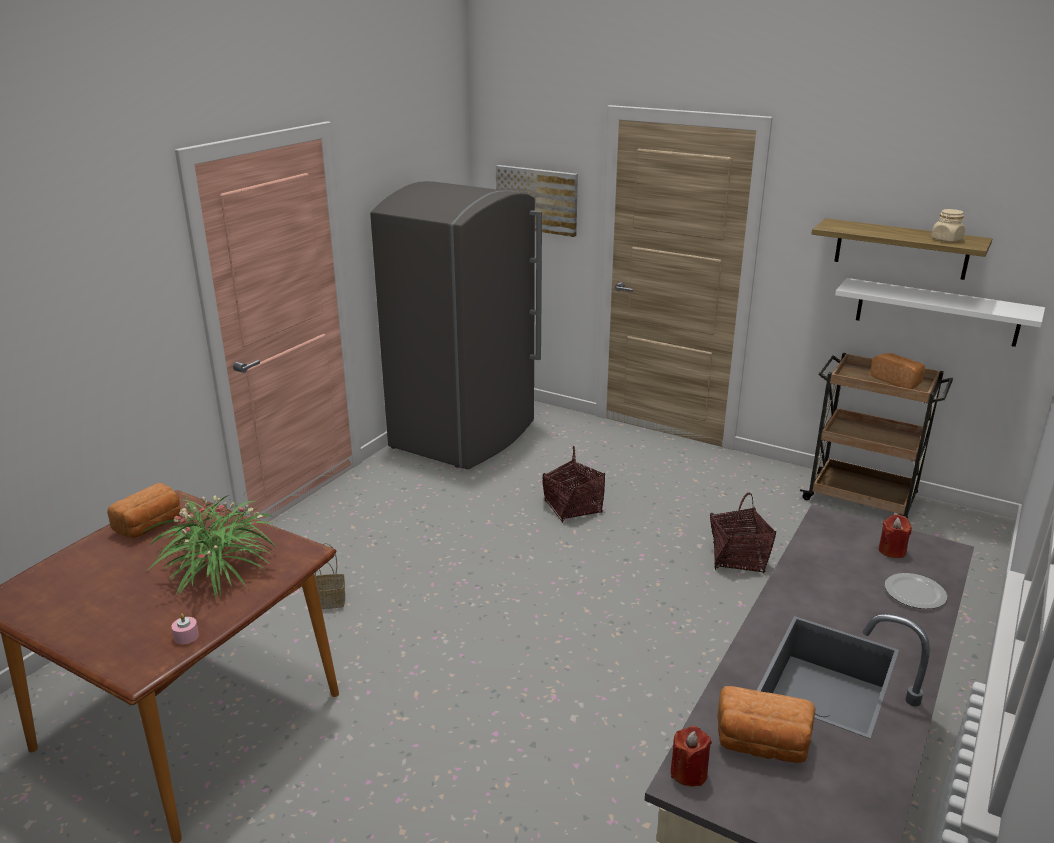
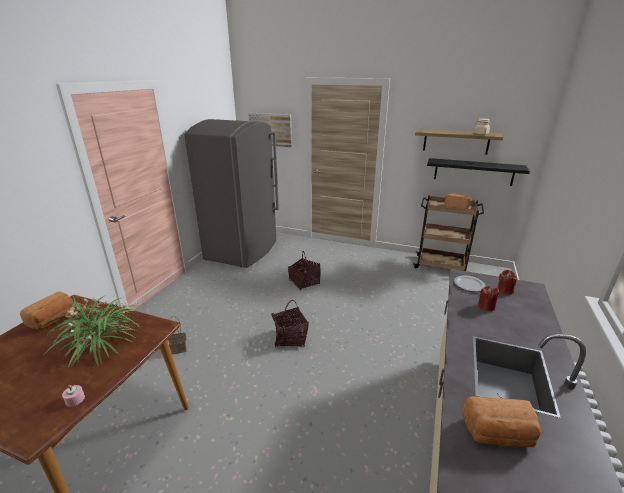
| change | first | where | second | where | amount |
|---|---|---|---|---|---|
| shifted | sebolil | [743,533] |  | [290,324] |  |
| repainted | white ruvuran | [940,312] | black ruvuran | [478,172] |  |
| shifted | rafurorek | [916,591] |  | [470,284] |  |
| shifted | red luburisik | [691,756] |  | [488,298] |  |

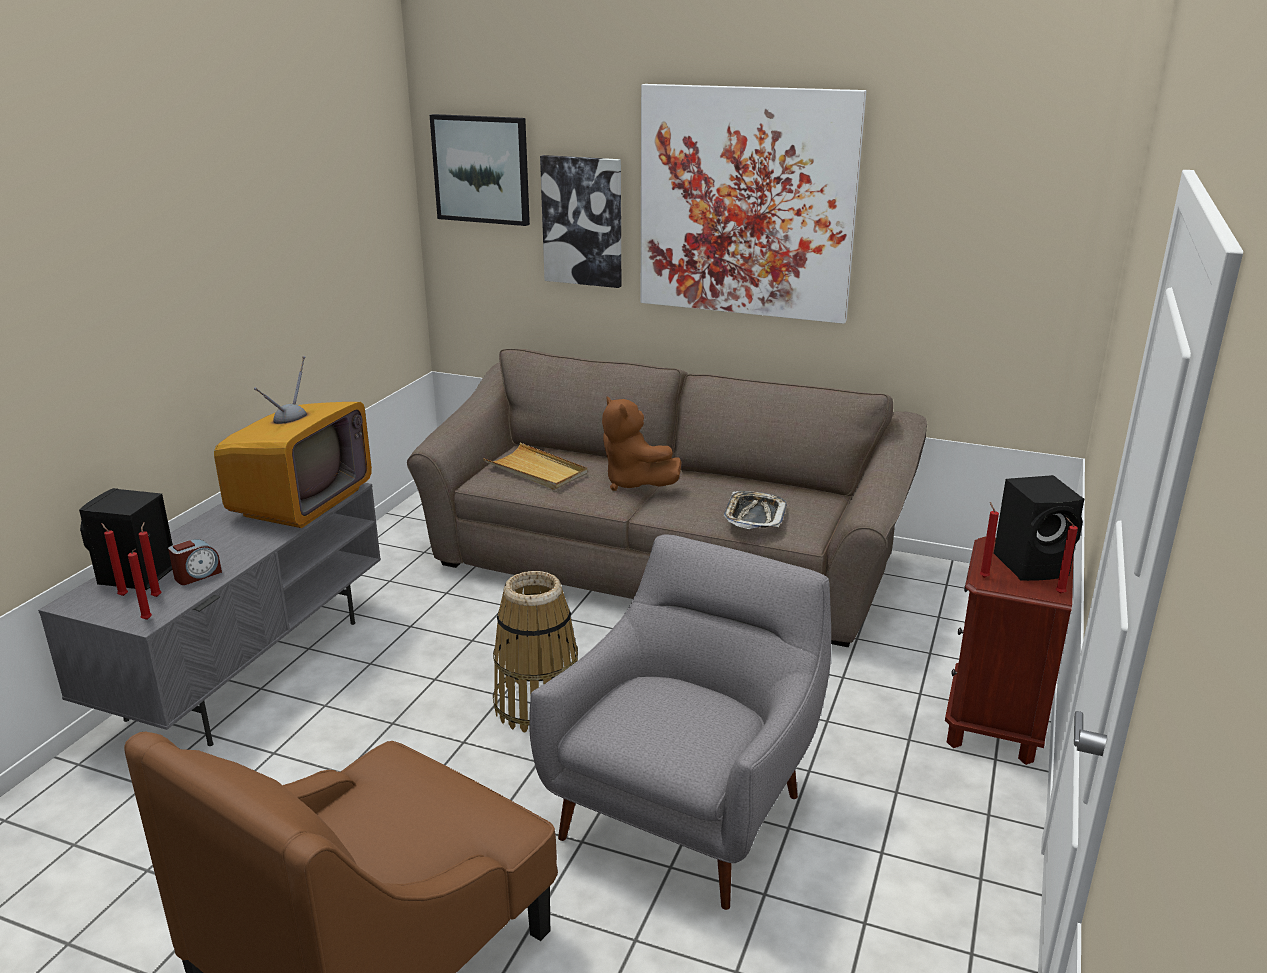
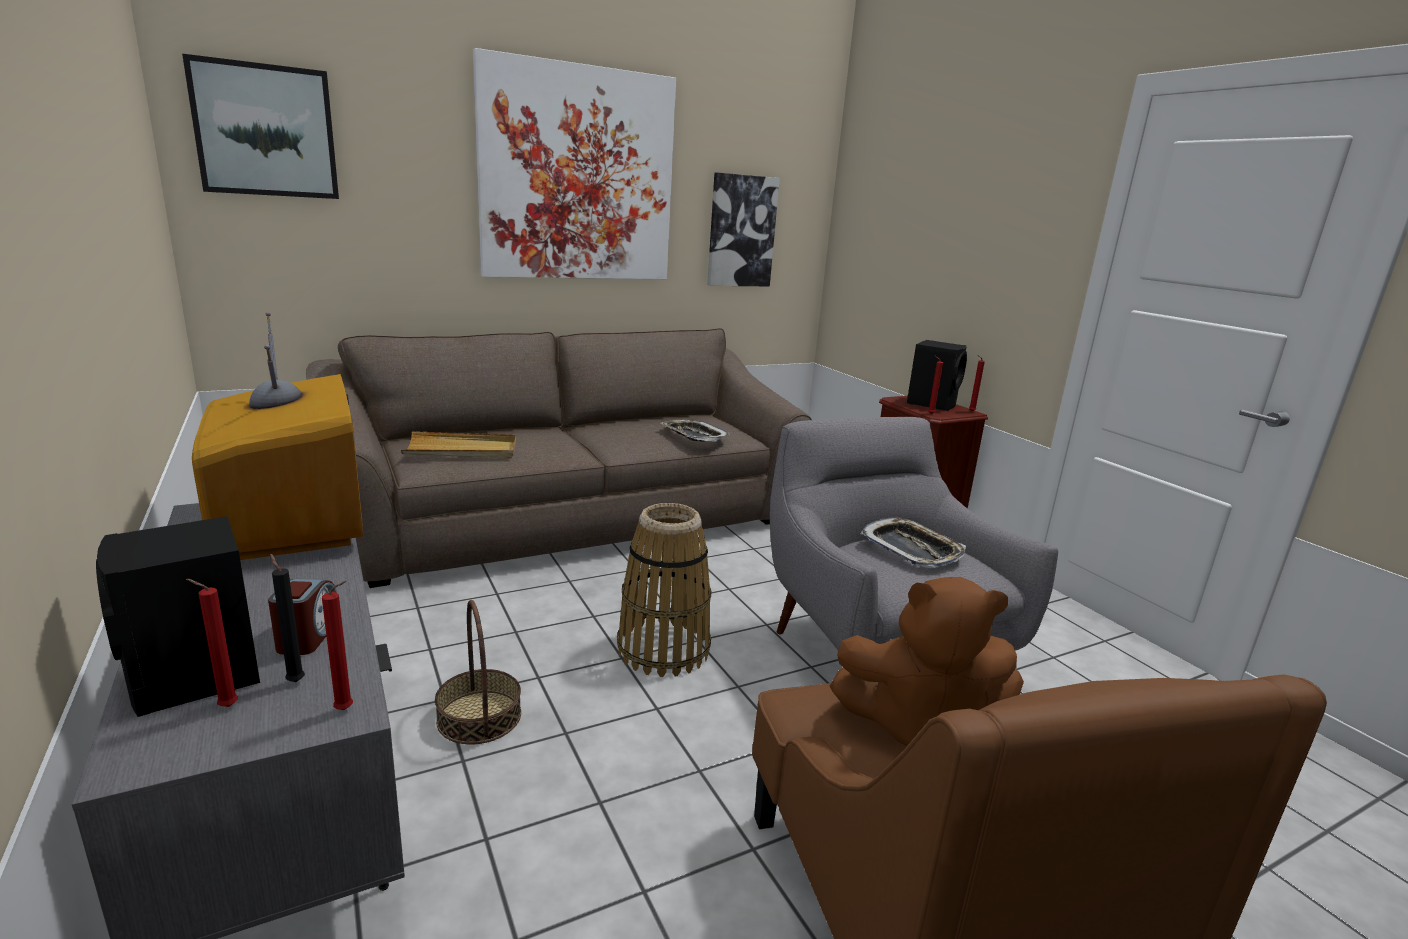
| change | first | where | second | where | amount |
|---|---|---|---|---|---|
| repainted | red luburisik | [150,559] | black luburisik | [287,618] |  |
| new |  |  | sebolil | [478,672] |  |
| shifted | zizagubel | [580,221] |  | [743,229] |  |
| shifted | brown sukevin | [642,443] |  | [927,661] |  |
| new |  |  | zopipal | [913,542] |  |

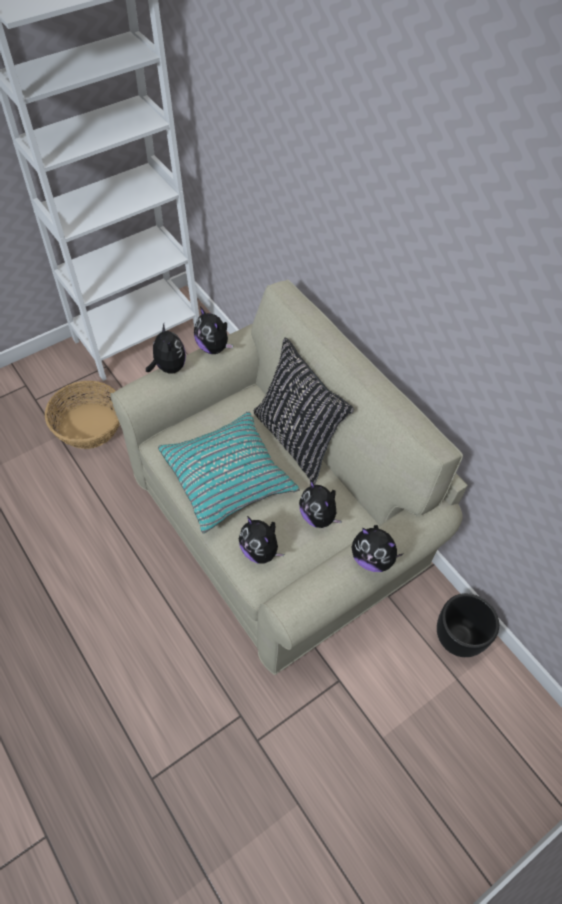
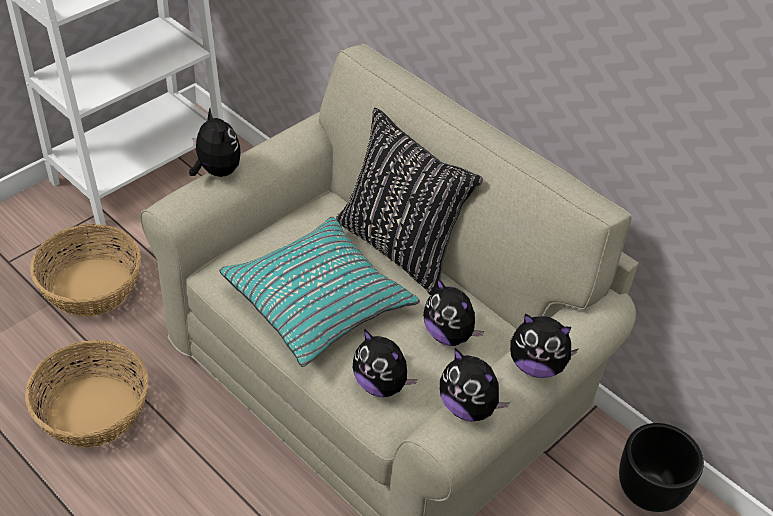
| change | first | where | second | where | amount |
|---|---|---|---|---|---|
| new |  |  | sebolil | [87,394] |  |
| shifted | sukevin | [213,330] |  | [475,385] |  |

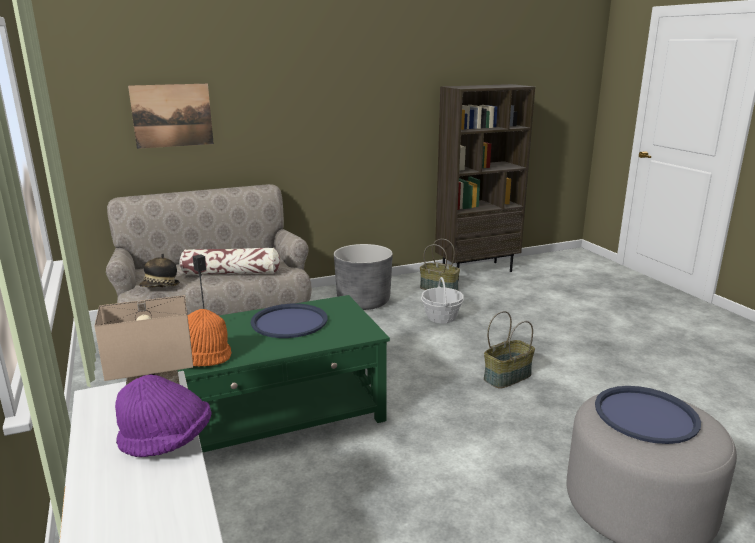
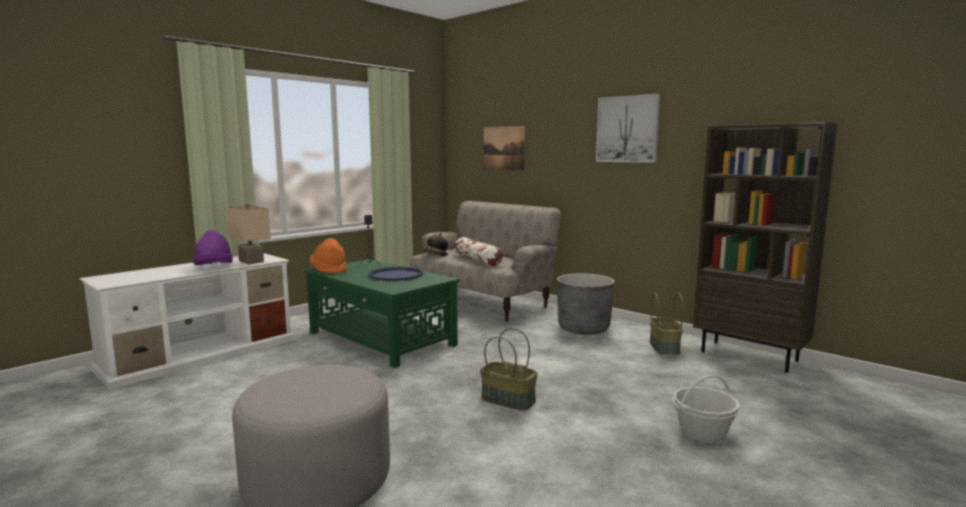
| change | first | where | second | where | amount |
|---|---|---|---|---|---|
| new |  |  | zizagubel | [628,128] |  |
| shifted | sebolil | [442,300] |  | [706,409] |  |
| gone | blue zopipal | [648,415] |  |  |  |

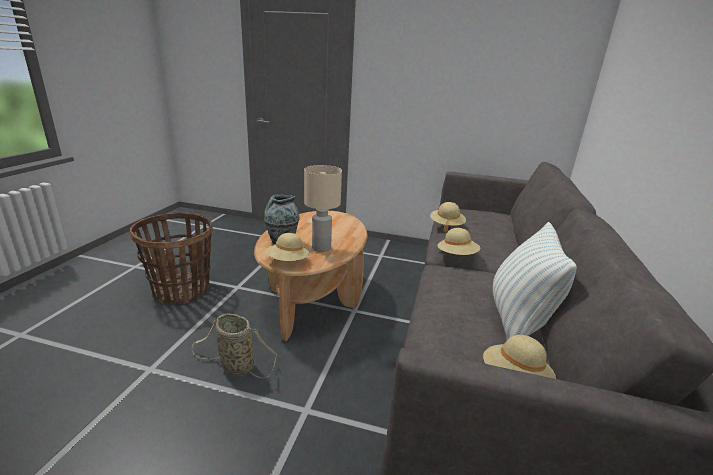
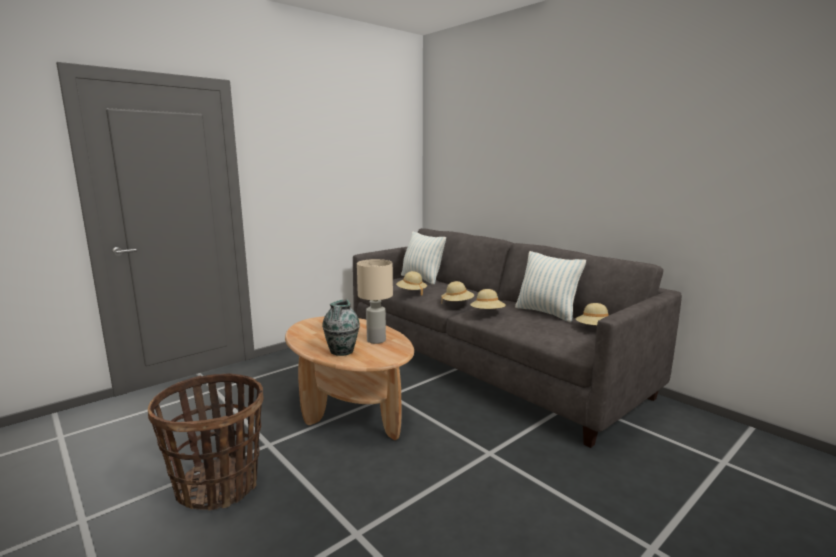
| change | first | where | second | where | amount |
|---|---|---|---|---|---|
| new |  |  | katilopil | [423,258] |  |
| shifted | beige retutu | [288,247] |  | [488,299] |  |
| gone | sebolil | [234,345] |  |  |  |

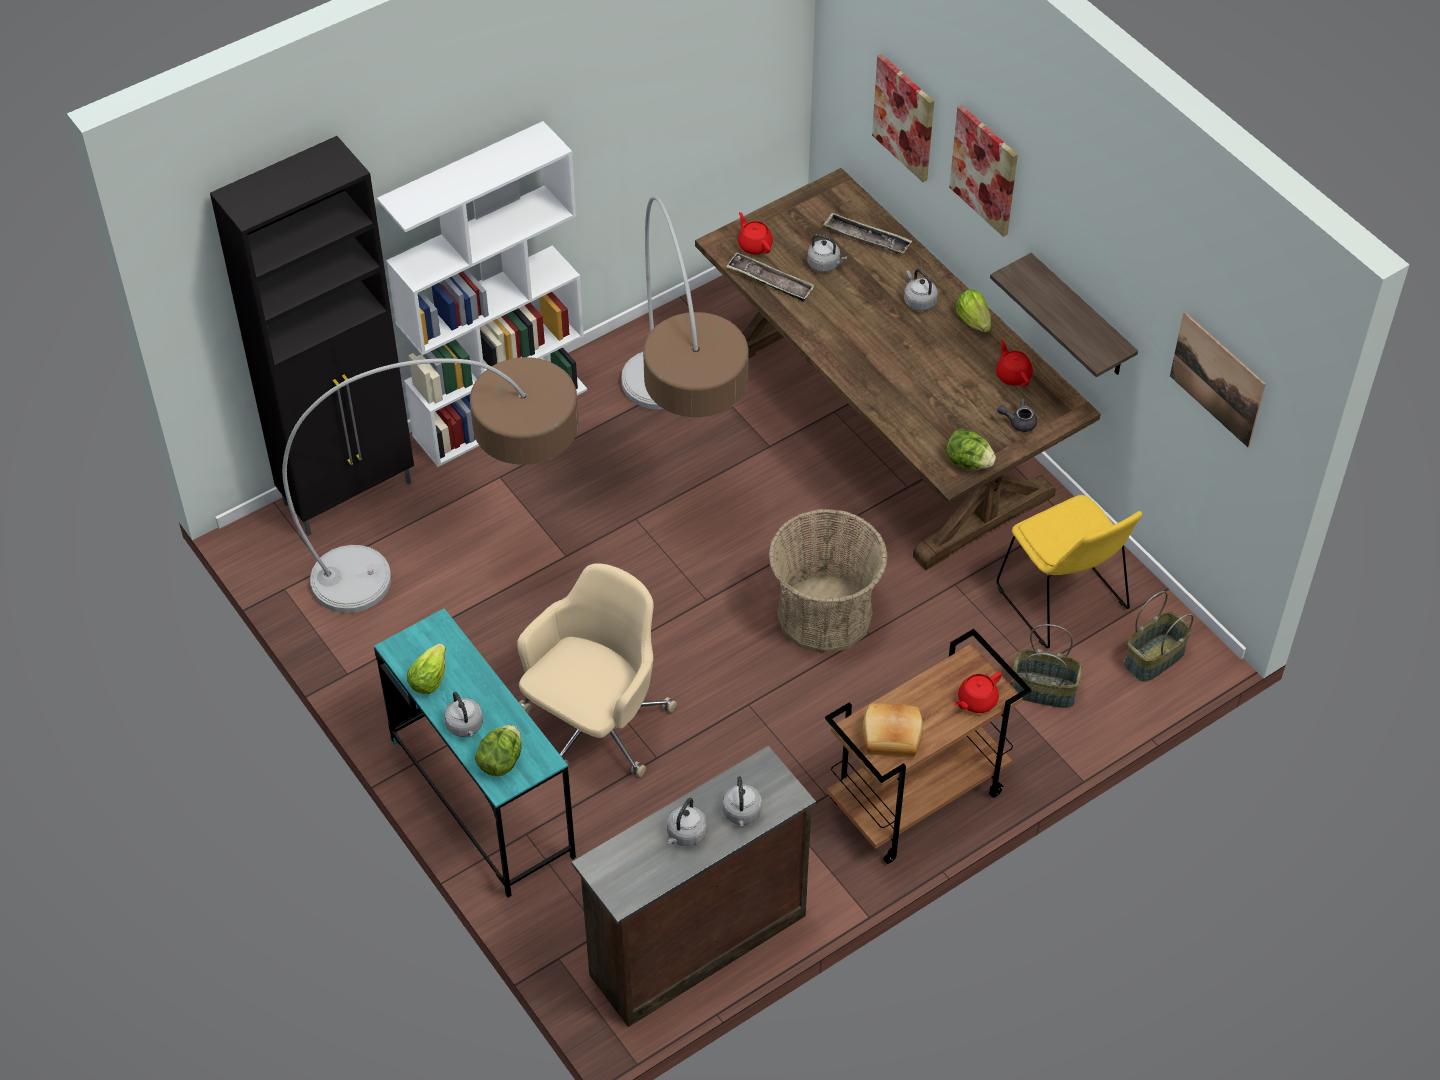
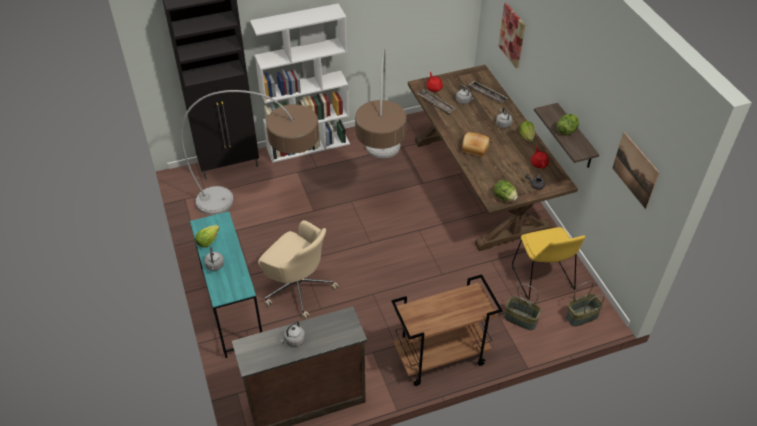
| change | first | where | second | where | amount |
|---|---|---|---|---|---|
| rotated | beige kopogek | [597,670] |  | [298,269] | 75 degrees clockwise |
| shifted | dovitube | [892,730] |  | [476,144] |  |
| shifted | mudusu | [498,750] |  | [567,124] |  |
| gone | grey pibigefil | [742,801] |  |  |  |
| gone | sebolil | [828,581] |  |  |  |
| gone | zizagubel | [983,171] |  |  |  |
| gone | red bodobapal | [978,692] |  |  |  |

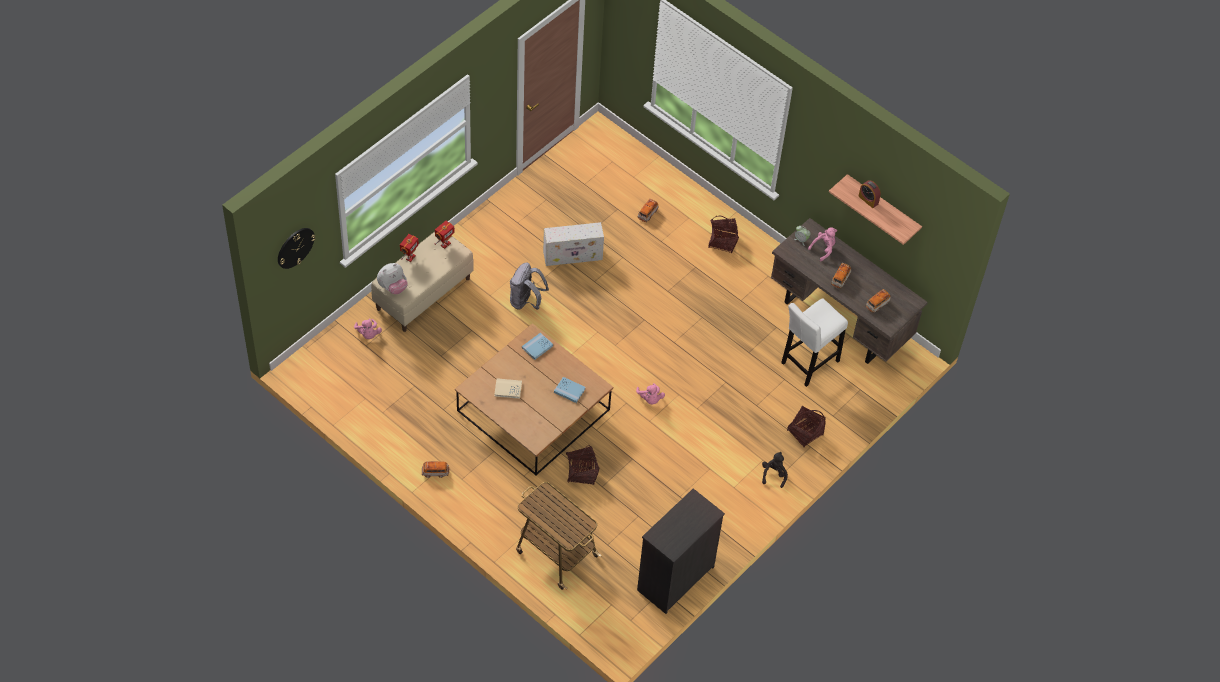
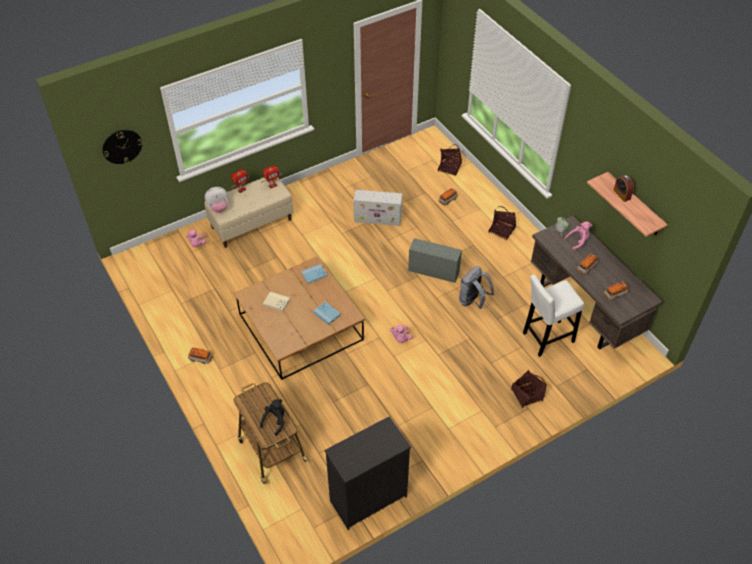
| change | first | where | second | where | amount |
|---|---|---|---|---|---|
| shifted | black sukevin | [775,470] |  | [272,417] |  |
| new |  |  | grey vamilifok | [435,260] |  |
| shifted | sebolil | [583,465] |  | [450,160] |  |
| shifted | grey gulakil | [529,286] |  | [476,287] |  |

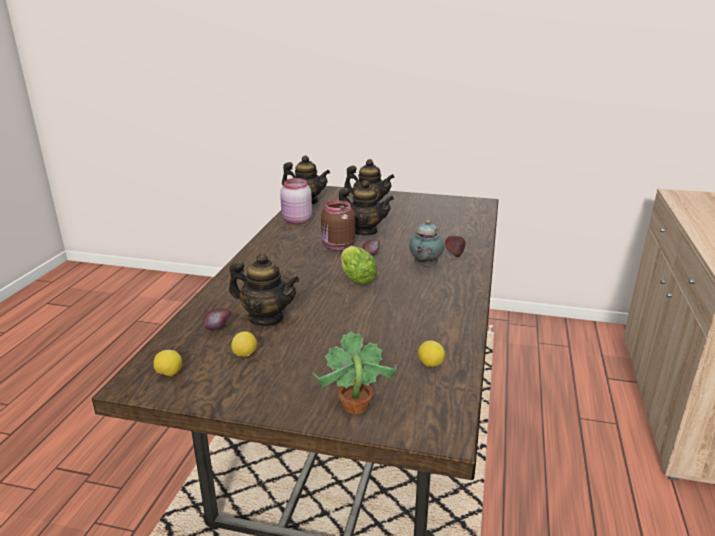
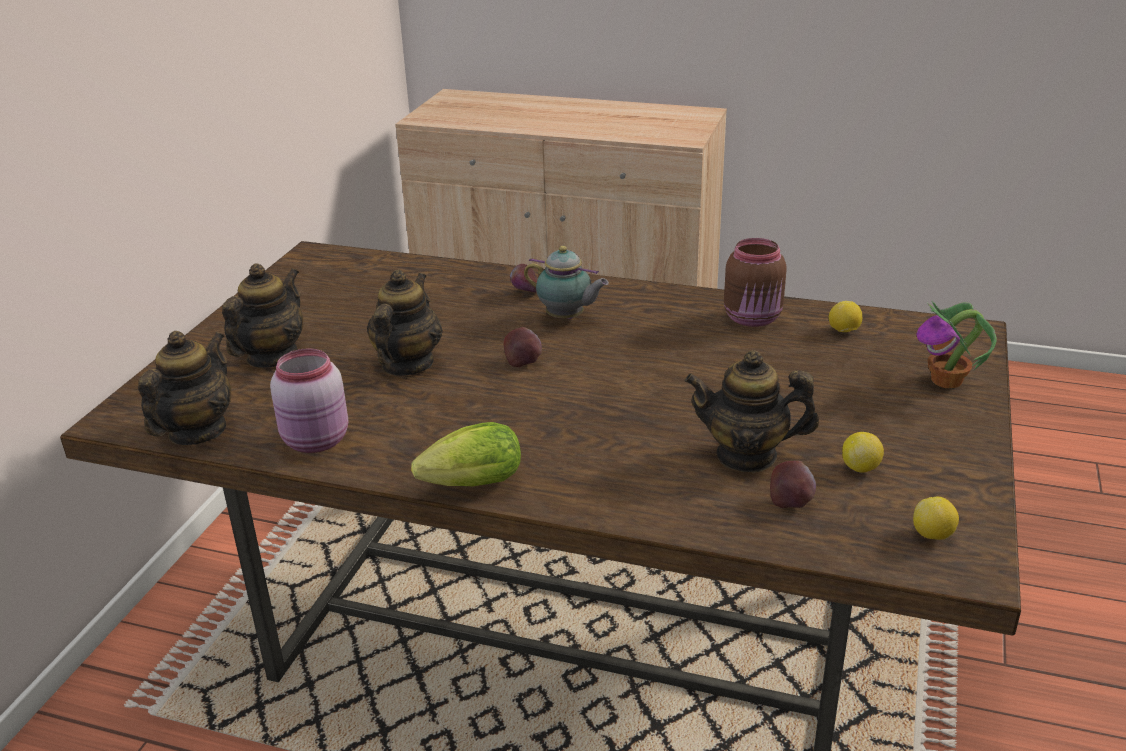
| change | first | where | second | where | amount |
|---|---|---|---|---|---|
| shifted | mudusu | [359,265] |  | [466,454] |  |
| rotated | bodobapal | [264,289] |  | [752,411] | 105 degrees counterclockwise |
| shifted | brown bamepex | [338,225] |  | [755,282] |  |

